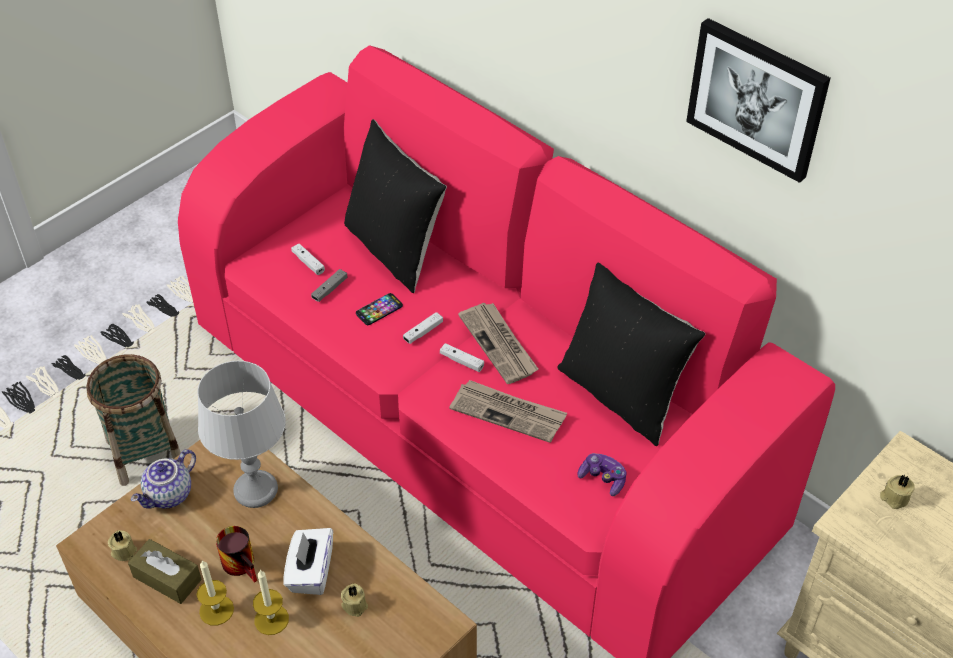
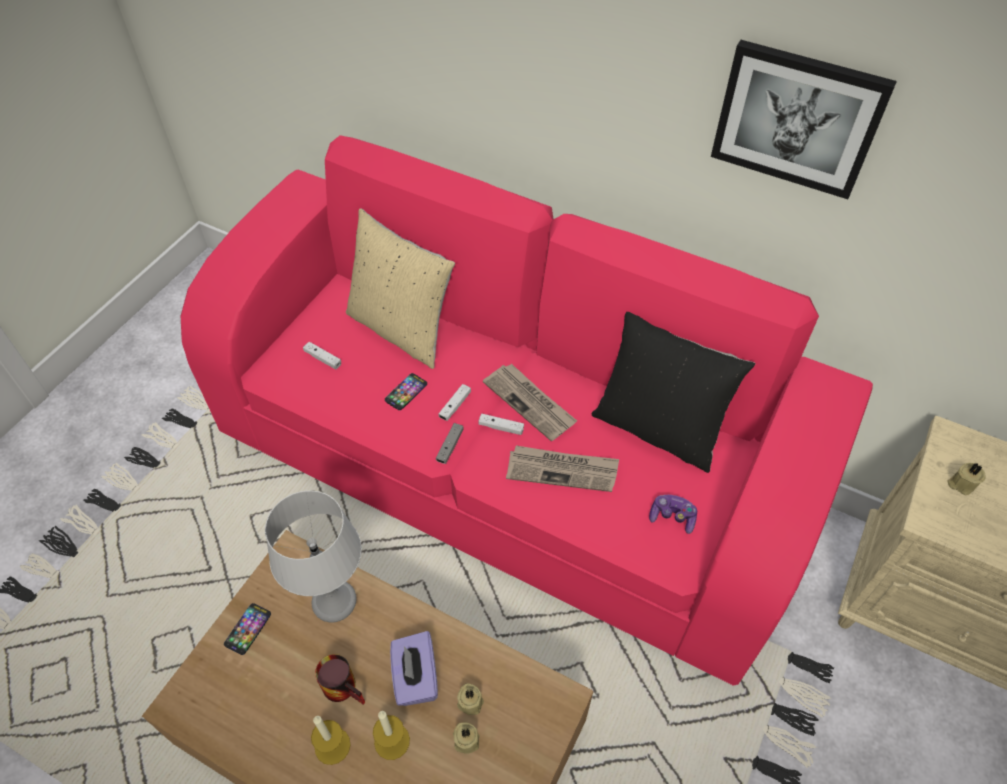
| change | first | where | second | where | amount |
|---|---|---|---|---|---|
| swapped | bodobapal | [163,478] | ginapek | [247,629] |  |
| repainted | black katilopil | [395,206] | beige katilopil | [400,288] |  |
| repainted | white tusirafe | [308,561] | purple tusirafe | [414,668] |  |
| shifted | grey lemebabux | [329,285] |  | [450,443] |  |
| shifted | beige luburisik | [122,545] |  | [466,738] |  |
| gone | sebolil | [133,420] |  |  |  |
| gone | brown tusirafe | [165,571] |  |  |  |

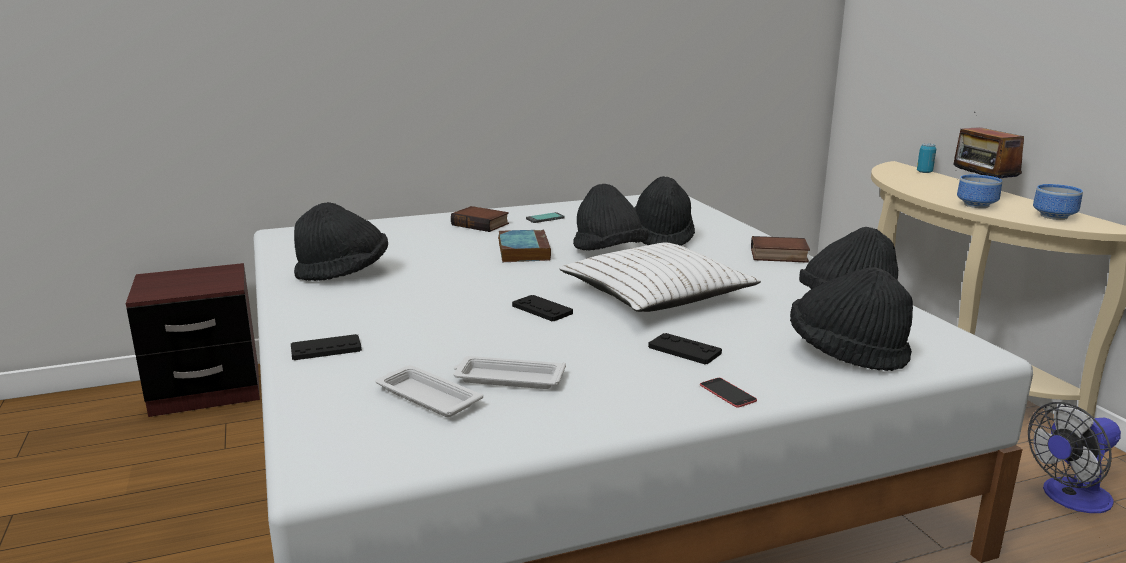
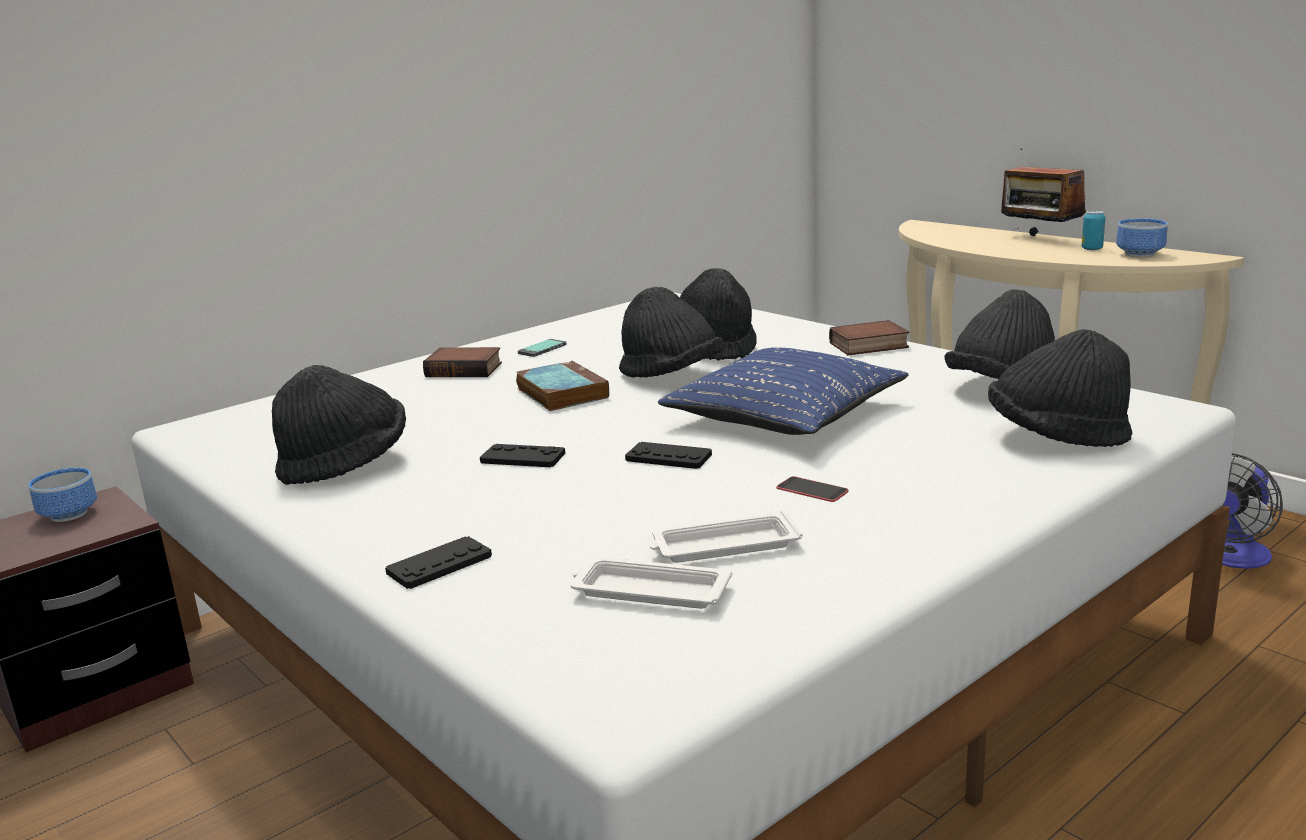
| change | first | where | second | where | amount |
|---|---|---|---|---|---|
| shifted | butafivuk | [980,191] |  | [62,495] |  |
| shifted | black lemebabux | [685,348] |  | [522,455] |  |
| repainted | white katilopil | [660,277] | blue katilopil | [783,391] |  |
| shifted | ginapek | [728,393] |  | [813,489] |  |
| shifted | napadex | [926,158] |  | [1094,230] |  |

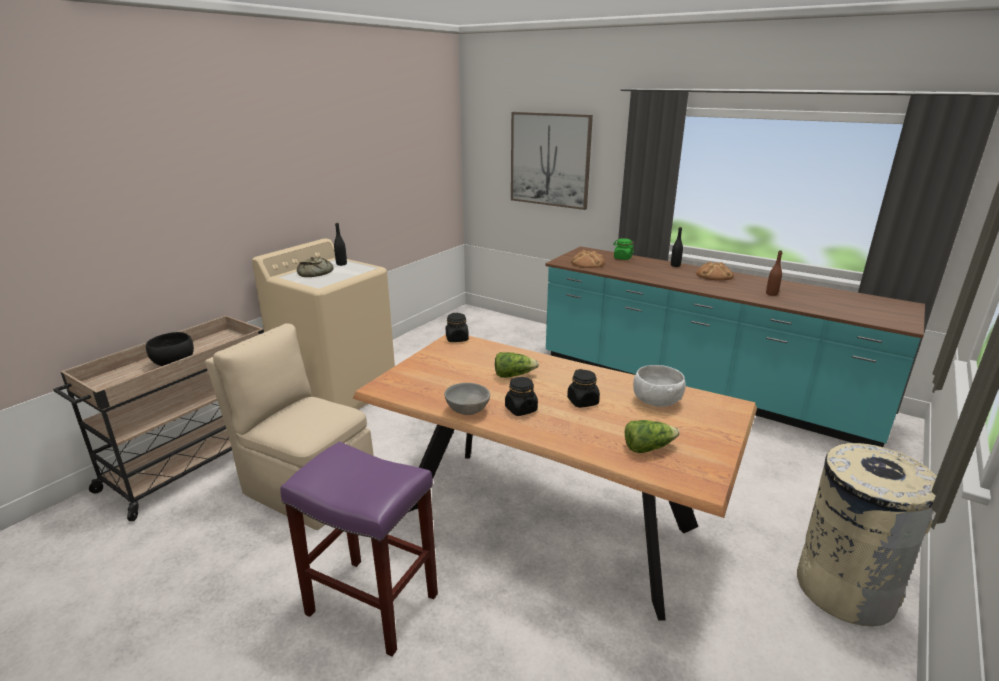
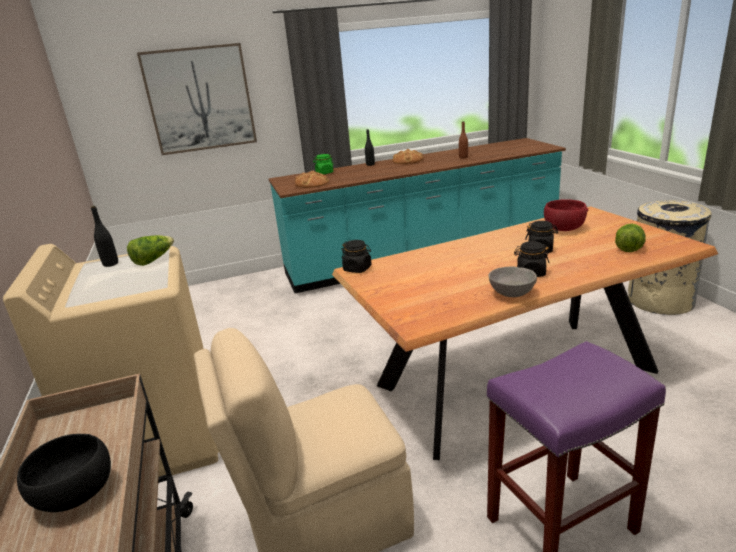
| change | first | where | second | where | amount |
|---|---|---|---|---|---|
| shifted | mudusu | [517,365] |  | [150,250] |  |
| repainted | white butafivuk | [659,386] | red butafivuk | [566,215] |  |
| gone | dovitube | [315,267] |  |  |  |

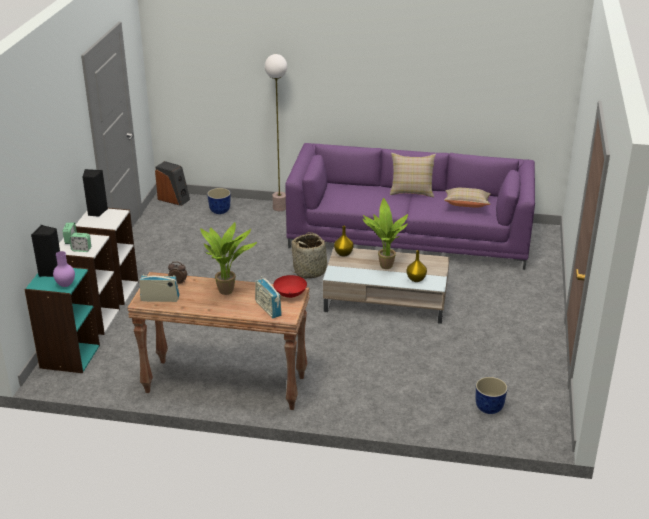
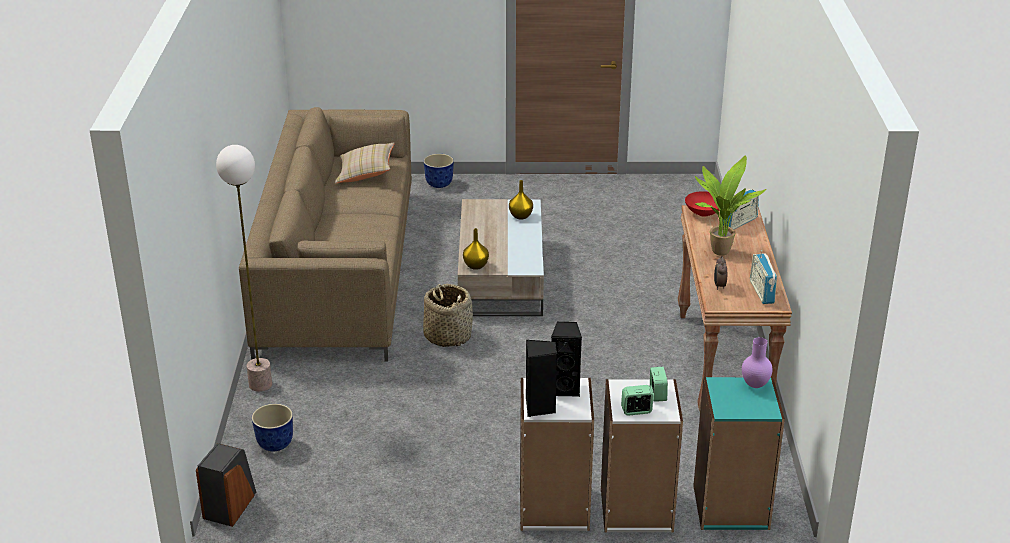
| change | first | where | second | where | amount |
|---|---|---|---|---|---|
| repainted | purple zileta | [410,206] | brown zileta | [325,234] |  |
| shifted | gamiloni | [492,395] |  | [438,171] |  |
| shifted | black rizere | [45,251] |  | [566,359] |  |
| gone | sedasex | [385,233] |  |  |  |
| gone | beige katilopil | [413,175] |  |  |  |

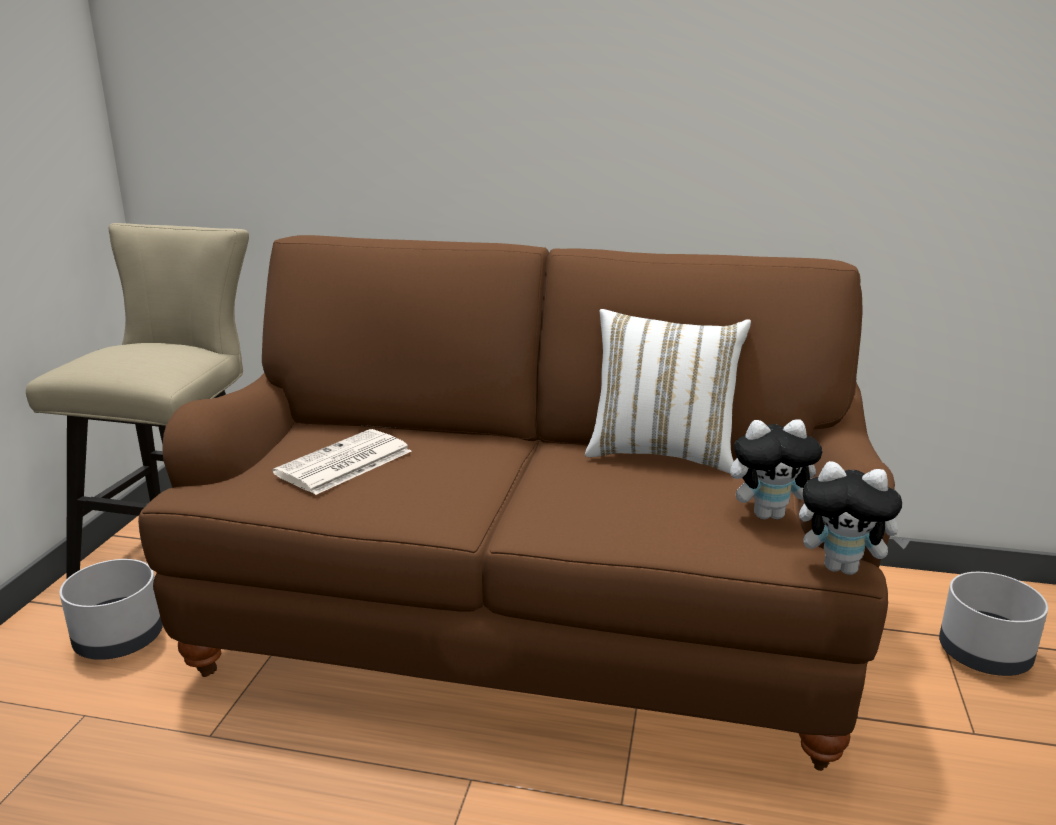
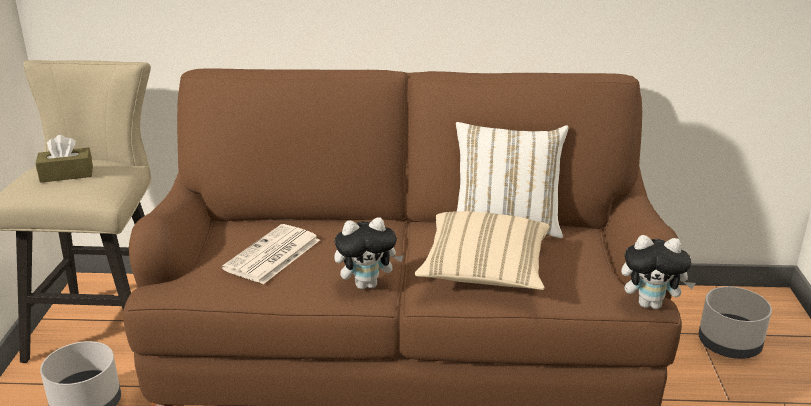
| change | first | where | second | where | amount |
|---|---|---|---|---|---|
| new |  |  | brown tusirafe | [64,159] |  |
| shifted | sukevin | [776,469] |  | [369,253] |  |
| new |  |  | beige katilopil | [482,250] |  |

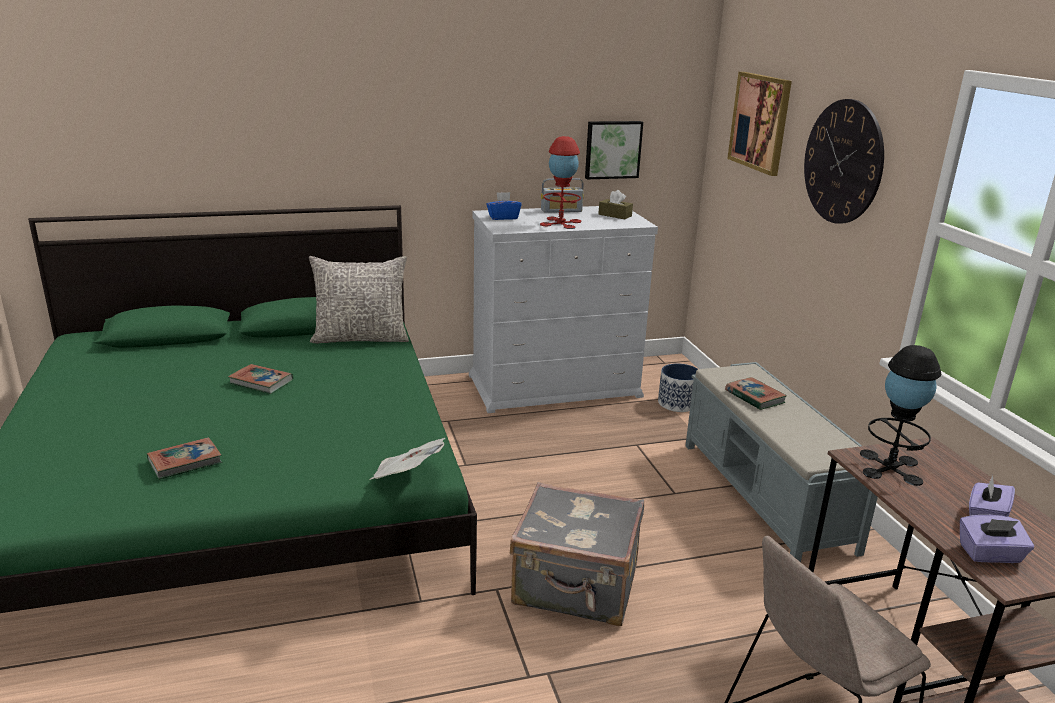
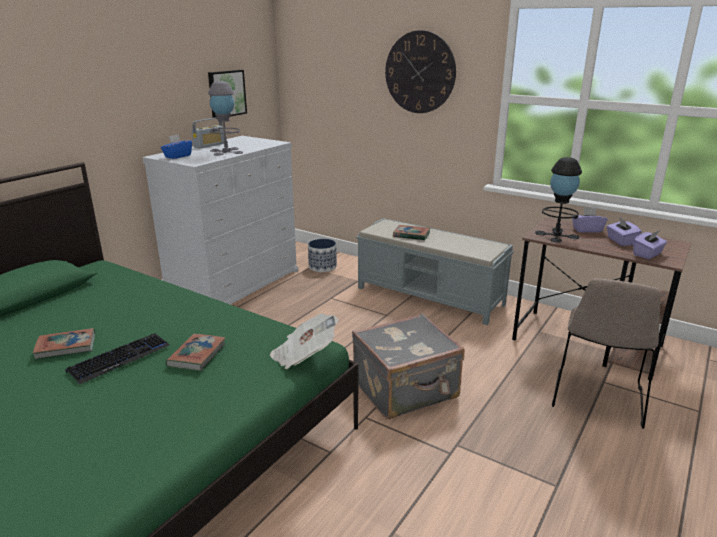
| change | first | where | second | where | amount |
|---|---|---|---|---|---|
| new |  |  | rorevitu | [117,359] |  |
| shifted | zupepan | [184,458] |  | [196,353] |  |
| repainted | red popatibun | [560,182] | grey popatibun | [225,118] |  |
| new |  |  | purple tusirafe | [590,220] |  |
| gone | grey katilopil | [359,300] |  |  |  |
| gone | brown tusirafe | [616,204] |  |  |  |
| gone | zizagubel | [759,124] |  |  |  |

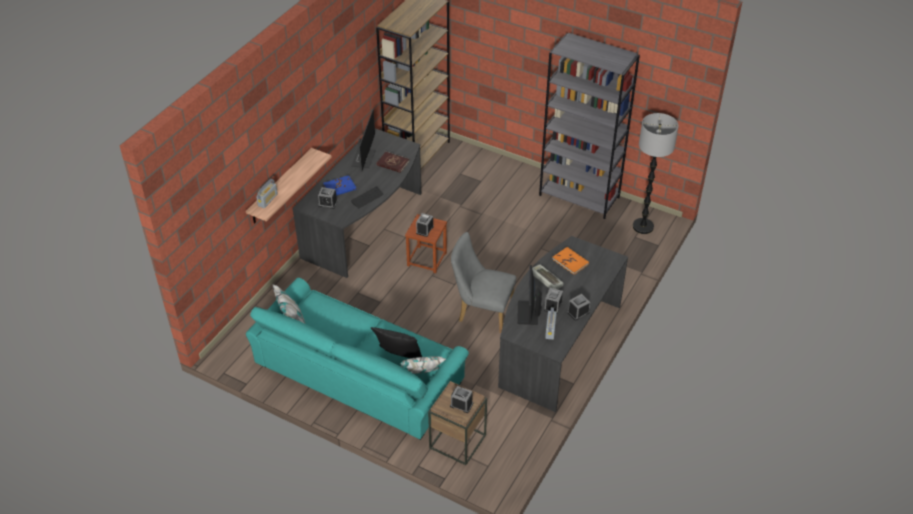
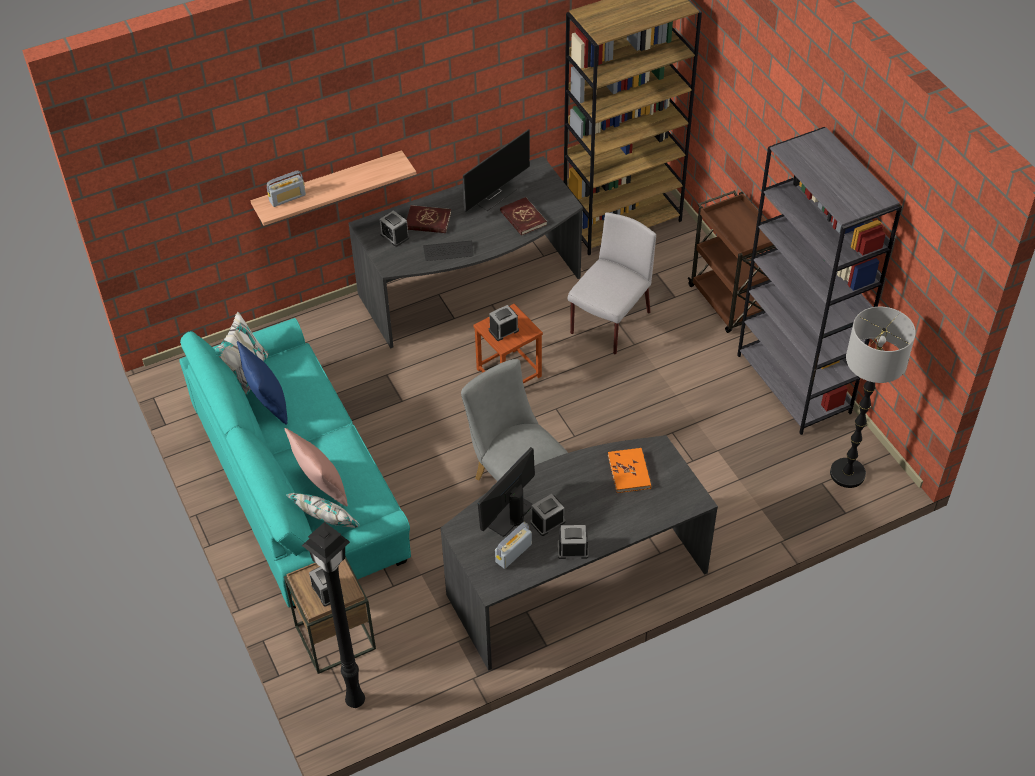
| change | first | where | second | where | amount |
|---|---|---|---|---|---|
| new |  |  | blue katilopil | [262,383] |  |
| repainted | black katilopil | [396,342] | pink katilopil | [316,467] |  |
| new |  |  | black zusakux | [333,615] |  |
| repainted | blue zupepan | [339,185] | red zupepan | [429,219] |  |
| new |  |  | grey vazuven | [612,283] |  |
| new |  |  | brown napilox | [732,261] |  |
| gone | rorevitu | [547,276] |  |  |  |

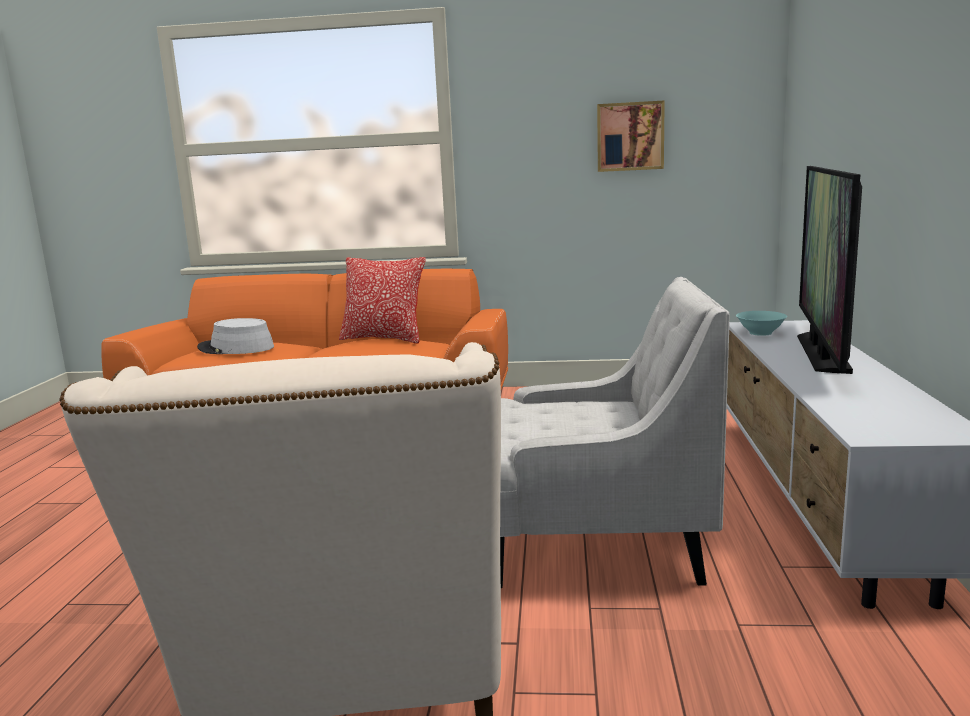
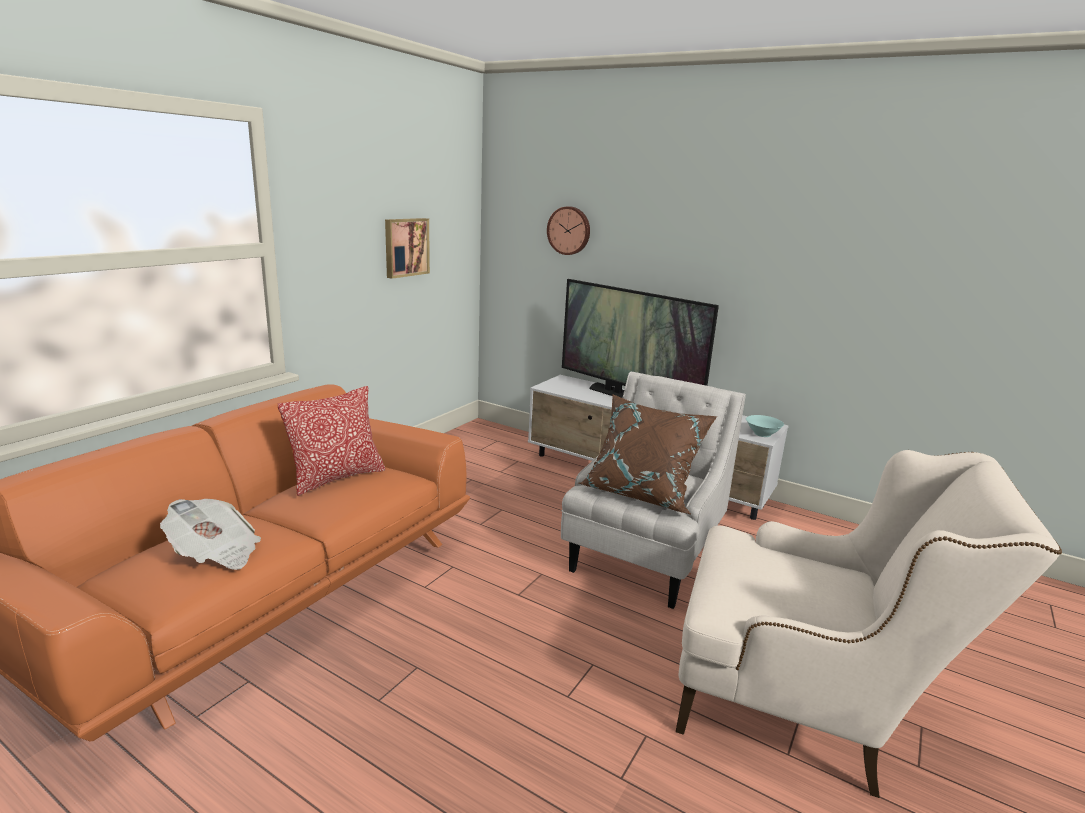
| change | first | where | second | where | amount |
|---|---|---|---|---|---|
| swapped | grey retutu | [235,336] | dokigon | [210,534] |  |
| new |  |  | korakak | [568,231] |  |
| new |  |  | brown katilopil | [648,454] |  |
| shifted | turquoise butafivuk | [761,323] |  | [765,426] |  |

